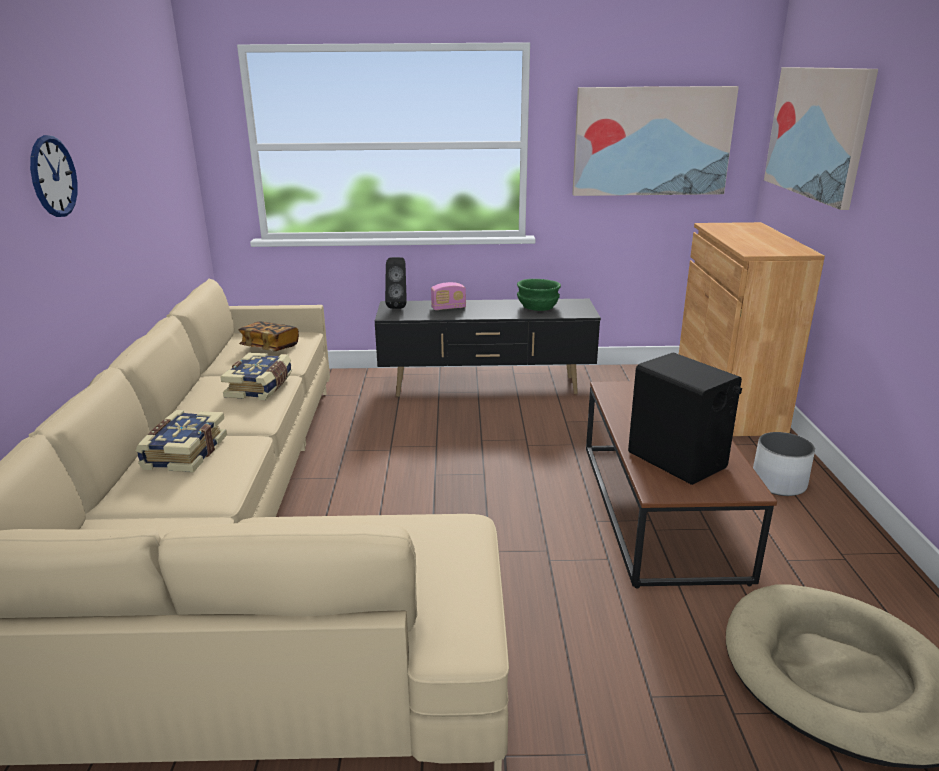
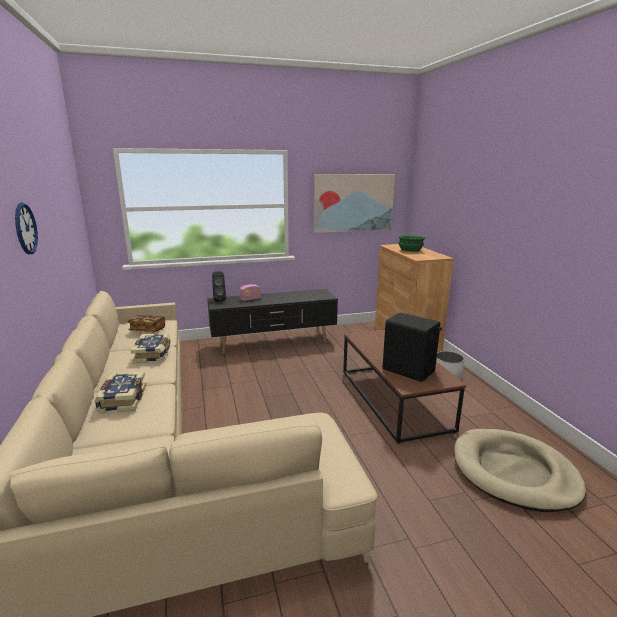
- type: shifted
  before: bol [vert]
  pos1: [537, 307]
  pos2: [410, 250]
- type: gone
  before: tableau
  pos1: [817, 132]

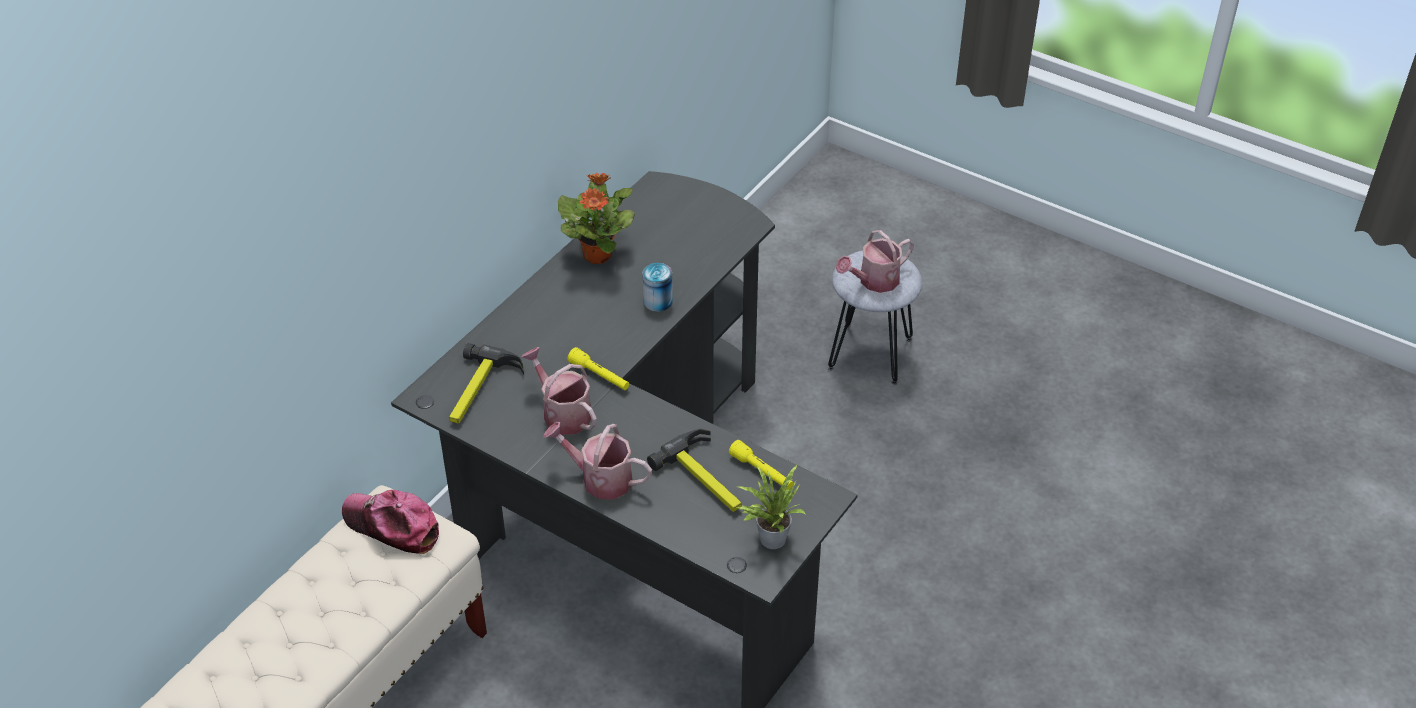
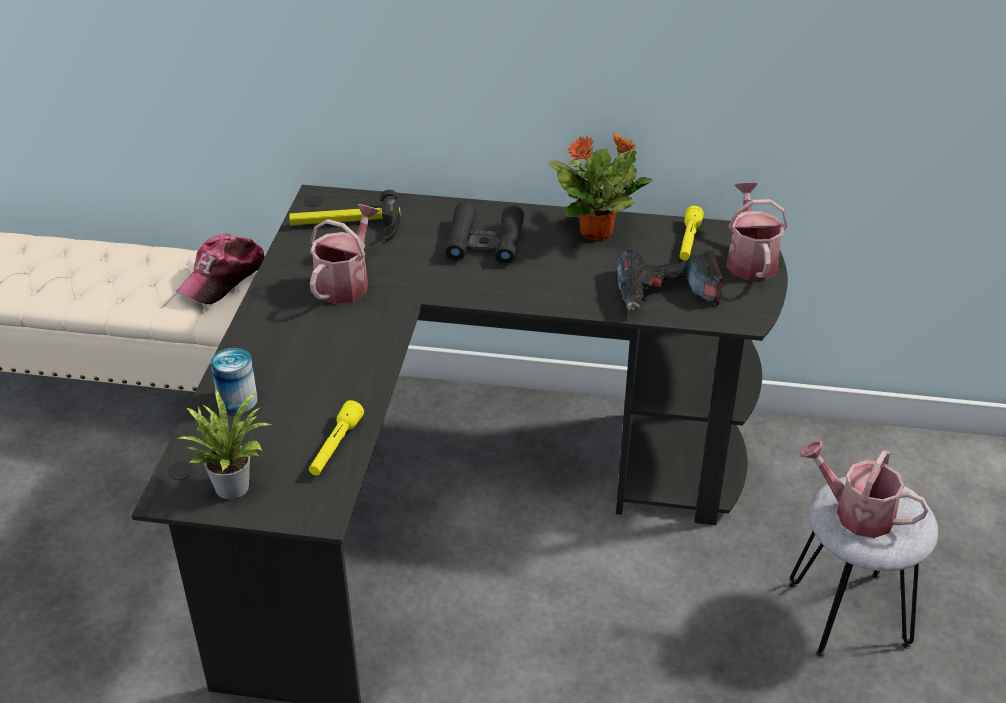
- type: rotated
  before: casquette
  pos1: [392, 526]
  pos2: [223, 277]
  turn: -150
- type: shifted
  before: arrosoir
  pos1: [600, 478]
  pos2: [750, 260]
- type: shifted
  before: lampe de poche [jaune]
  pos1: [599, 376]
  pos2: [688, 242]
- type: shifted
  before: boîte métallique
  pos1: [658, 301]
  pos2: [237, 400]
- type: gone
  before: marteau
  pos1: [706, 478]
- type: new
  after: jumelles [noir]
  pos2: [484, 243]
- type: new
  after: perceuse
  pos2: [666, 294]

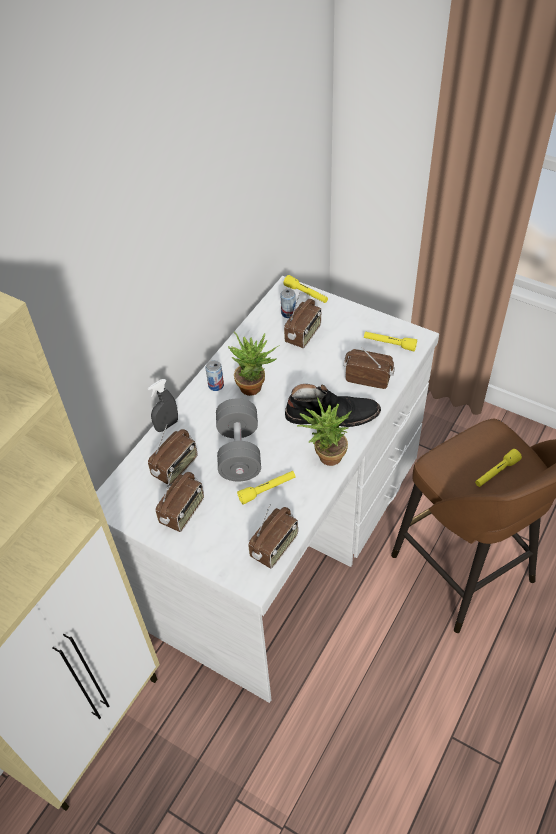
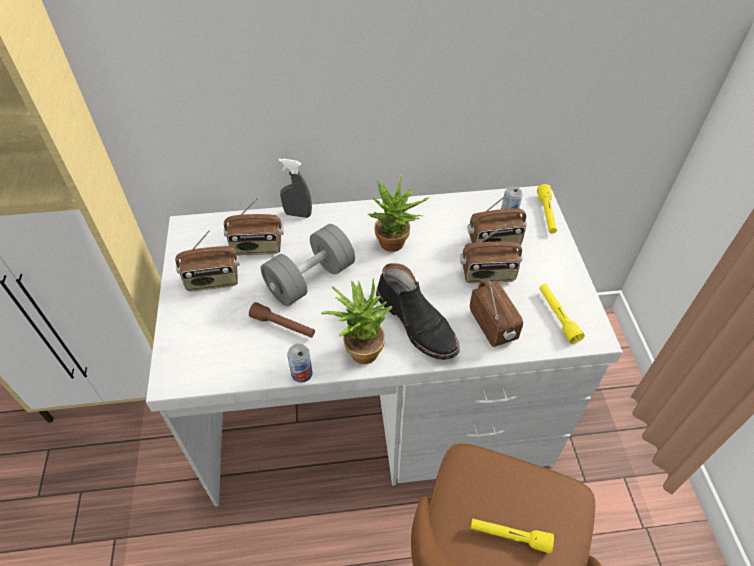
- type: shifted
  before: boîte métallique
  pos1: [216, 385]
  pos2: [302, 373]
- type: repainted
  before: lampe de poche [jaune]
  after: lampe de poche [marron]
  pos1: [267, 490]
  pos2: [283, 326]
- type: shifted
  before: radio
  pos1: [275, 547]
  pos2: [488, 274]

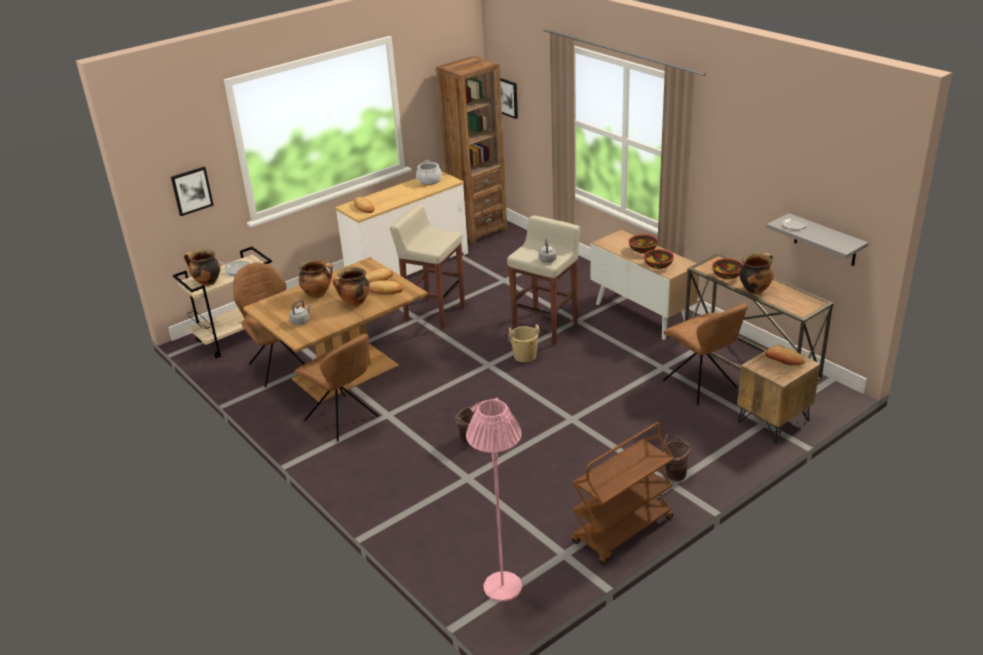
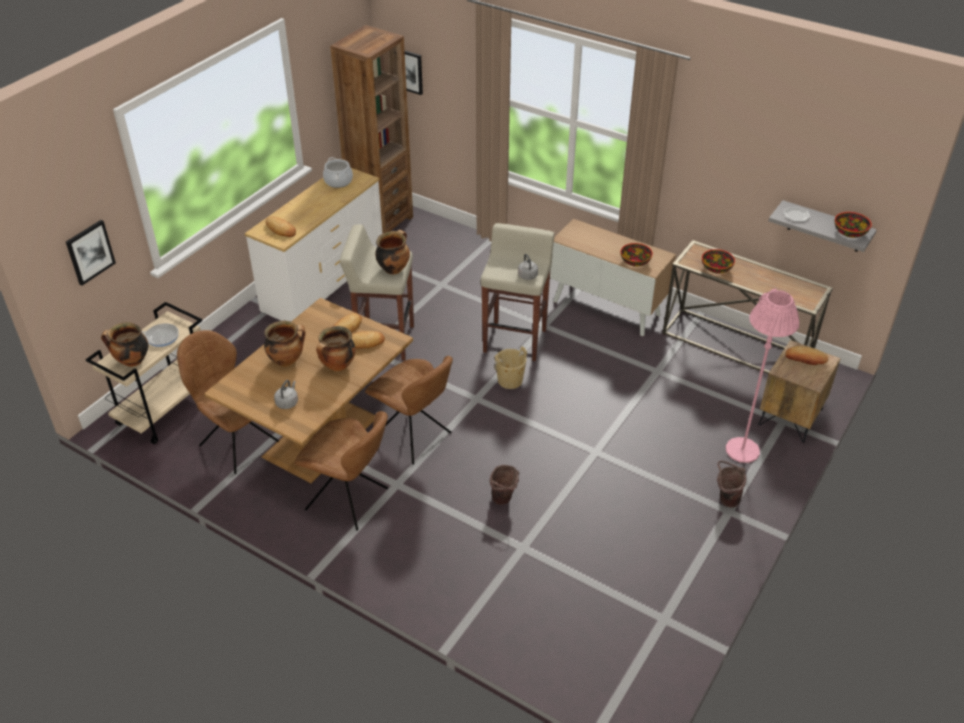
- type: shifted
  before: lampadaire [rose]
  pos1: [502, 587]
  pos2: [742, 450]
- type: gone
  before: chariot [marron]
  pos1: [622, 531]
- type: shifted
  before: bol
  pos1: [643, 250]
  pos2: [850, 232]
- type: shifted
  before: chaise [marron]
  pos1: [701, 385]
  pos2: [413, 437]
- type: shifted
  before: marmite
  pos1: [755, 289]
  pos2: [393, 268]

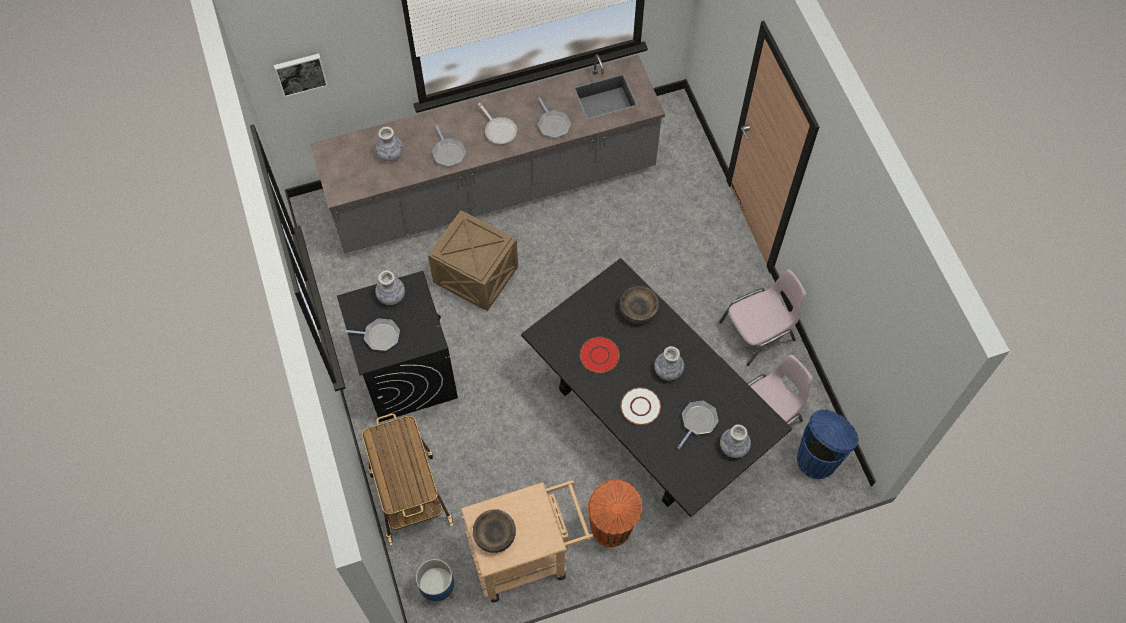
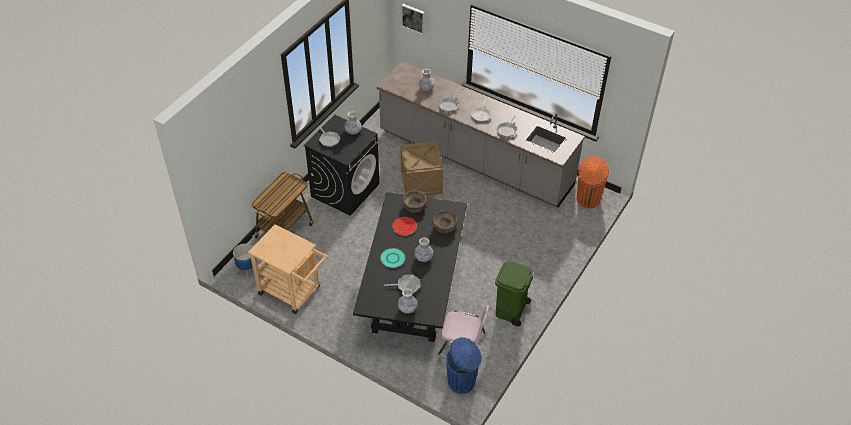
- type: shifted
  before: bol [marron]
  pos1: [495, 535]
  pos2: [414, 206]
- type: shifted
  before: poubelle [orange]
  pos1: [611, 528]
  pos2: [587, 200]
- type: repainted
  before: assiette [blanc]
  after: assiette [turquoise]
  pos1: [640, 406]
  pos2: [393, 258]
- type: swapped
  before: chaise [rose]
  after: poubelle [vert]
  pos1: [758, 331]
  pos2: [510, 310]

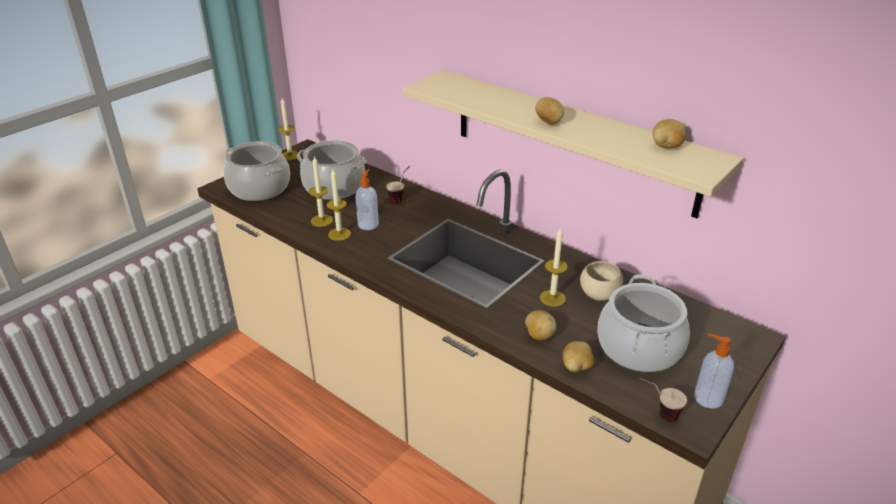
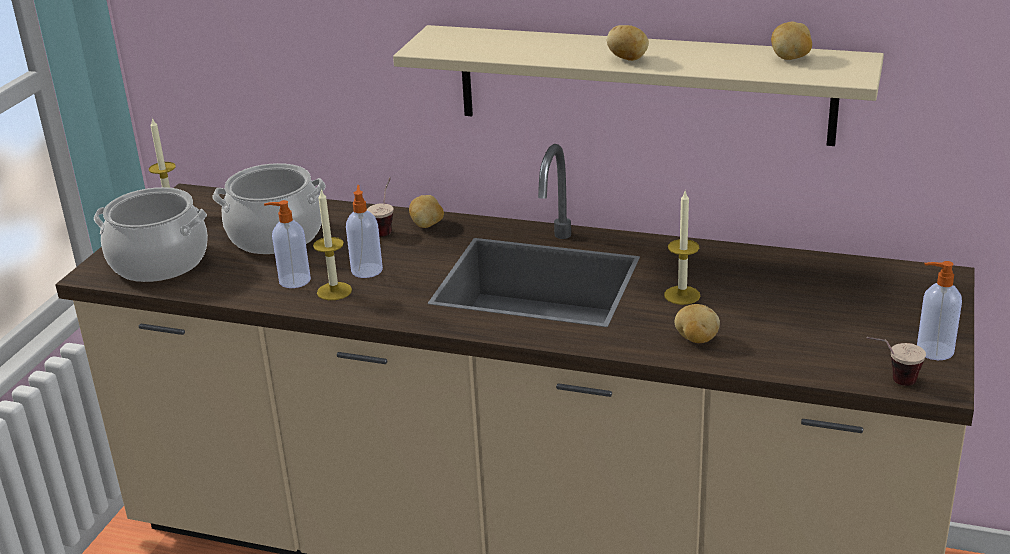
- type: swapped
  before: bougie
  after: distributeur de savon
  pos1: [322, 220]
  pos2: [293, 281]
- type: shifted
  before: pomme de terre
  pos1: [576, 367]
  pos2: [427, 225]
- type: gone
  before: bol [beige]
  pos1: [599, 294]
- type: gone
  before: marmite
  pos1: [639, 348]

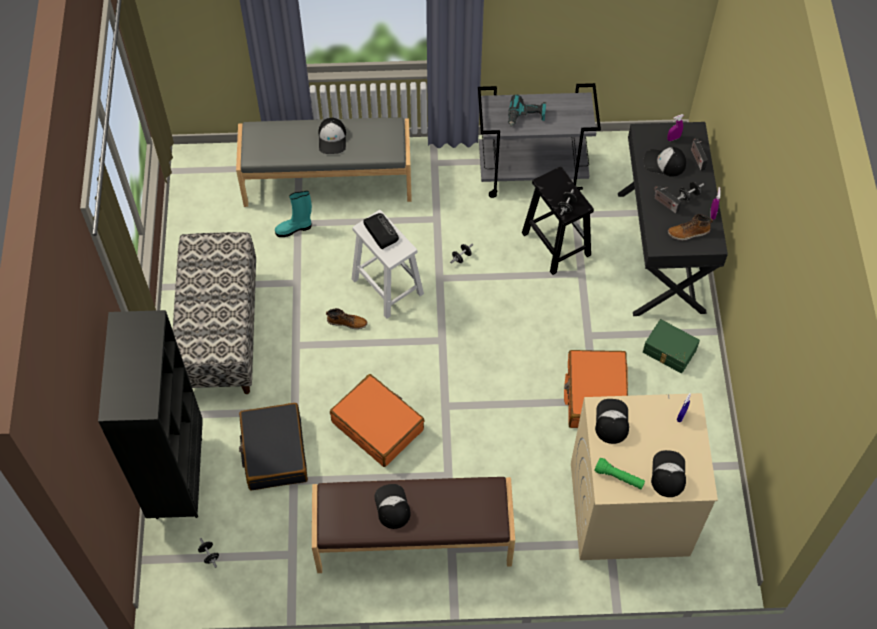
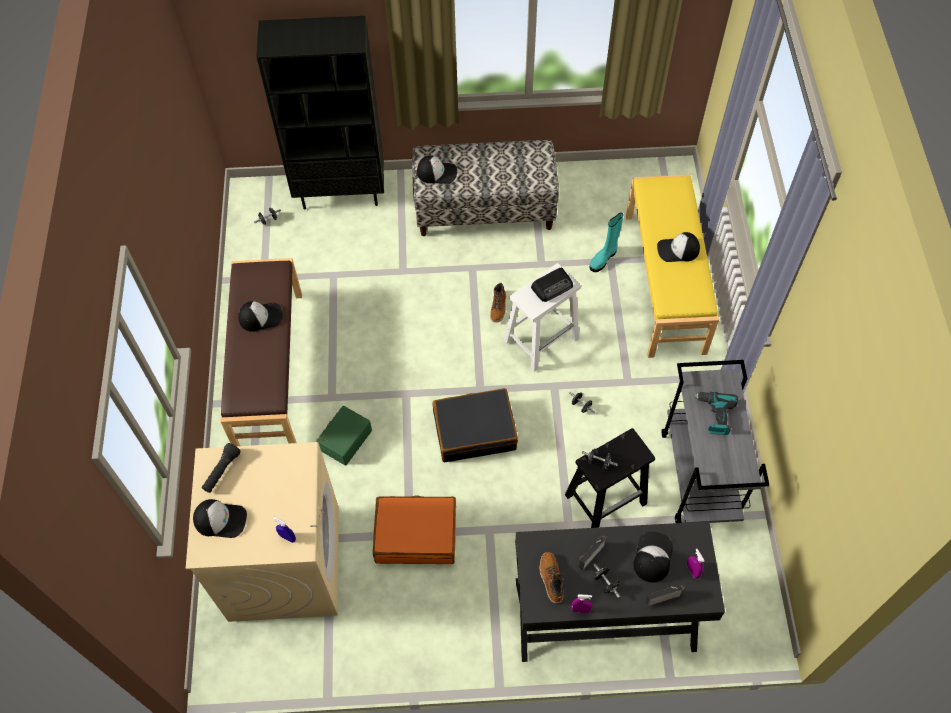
- type: repainted
  before: banc [gris]
  after: banc [jaune]
  pos1: [327, 180]
  pos2: [665, 282]
- type: shifted
  before: valise [noir]
  pos1: [274, 452]
  pos2: [474, 430]
- type: rotated
  before: botte [turquoise]
  pos1: [294, 228]
  pos2: [604, 258]
  turn: -120
- type: gone
  before: valise [orange]
  pos1: [378, 425]
- type: repainted
  before: lampe de poche [vert]
  after: lampe de poche [noir]
  pos1: [619, 477]
  pos2: [222, 471]
- type: shifted
  before: casquette
  pos1: [611, 421]
  pos2: [437, 172]
- type: shifted
  before: boîte de rangement [vert]
  pos1: [669, 352]
  pos2: [344, 439]

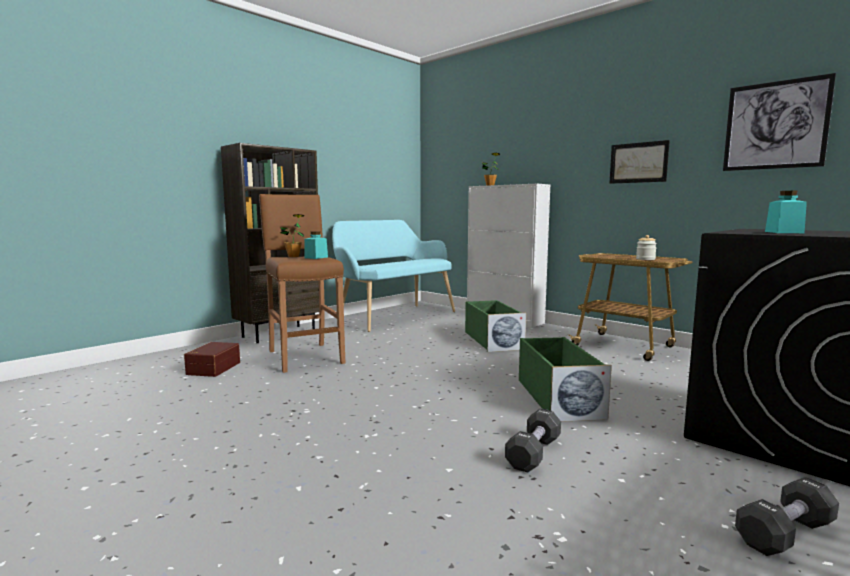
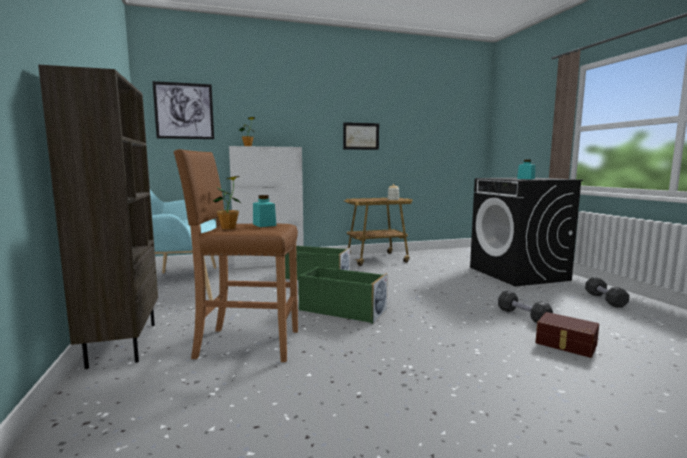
- type: shifted
  before: boîte de rangement [marron]
  pos1: [212, 368]
  pos2: [565, 344]
- type: shifted
  before: boîte de rangement [vert]
  pos1: [557, 398]
  pos2: [342, 310]
- type: shifted
  before: tableau
  pos1: [775, 125]
  pos2: [184, 111]

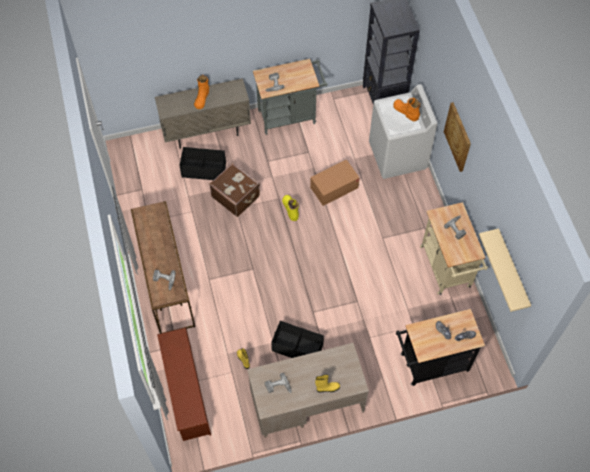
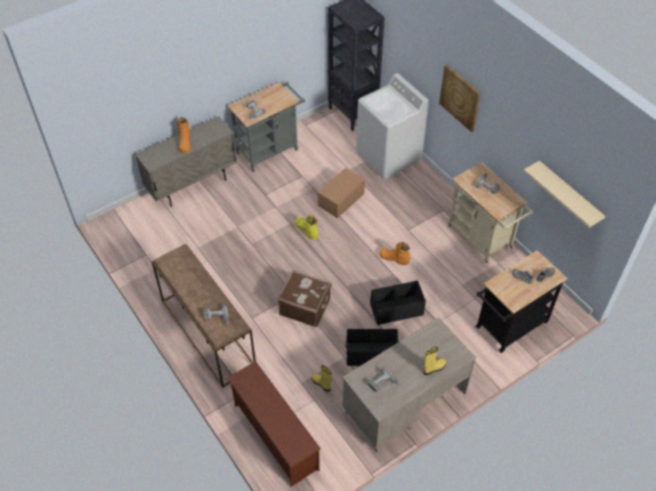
- type: shifted
  before: boîte de rangement [noir]
  pos1: [204, 170]
  pos2: [396, 309]
- type: shifted
  before: valise [marron]
  pos1: [236, 196]
  pos2: [305, 306]
- type: shifted
  before: botte [orange]
  pos1: [406, 112]
  pos2: [394, 258]

